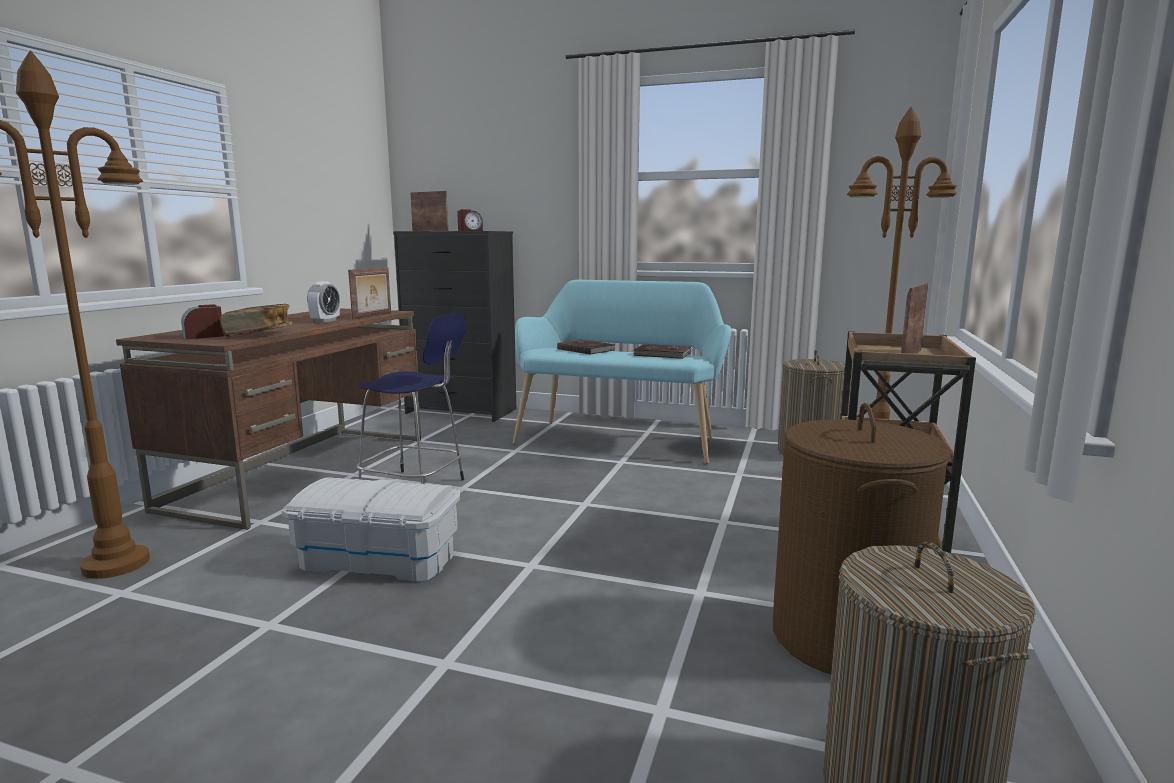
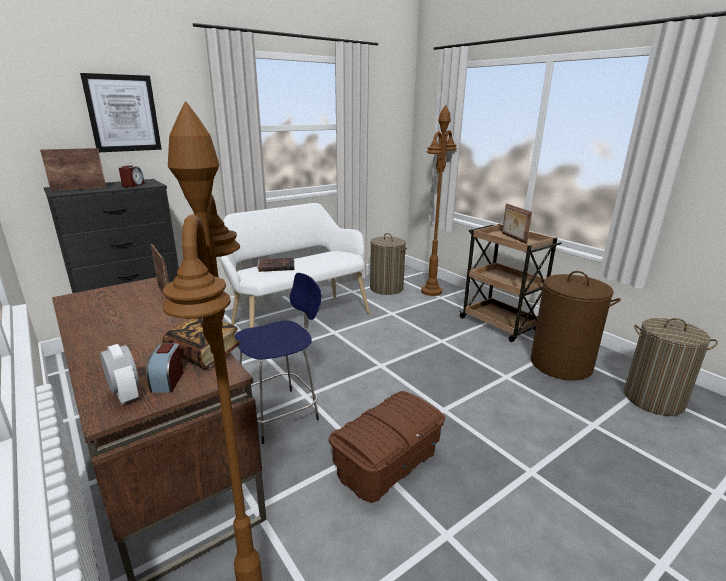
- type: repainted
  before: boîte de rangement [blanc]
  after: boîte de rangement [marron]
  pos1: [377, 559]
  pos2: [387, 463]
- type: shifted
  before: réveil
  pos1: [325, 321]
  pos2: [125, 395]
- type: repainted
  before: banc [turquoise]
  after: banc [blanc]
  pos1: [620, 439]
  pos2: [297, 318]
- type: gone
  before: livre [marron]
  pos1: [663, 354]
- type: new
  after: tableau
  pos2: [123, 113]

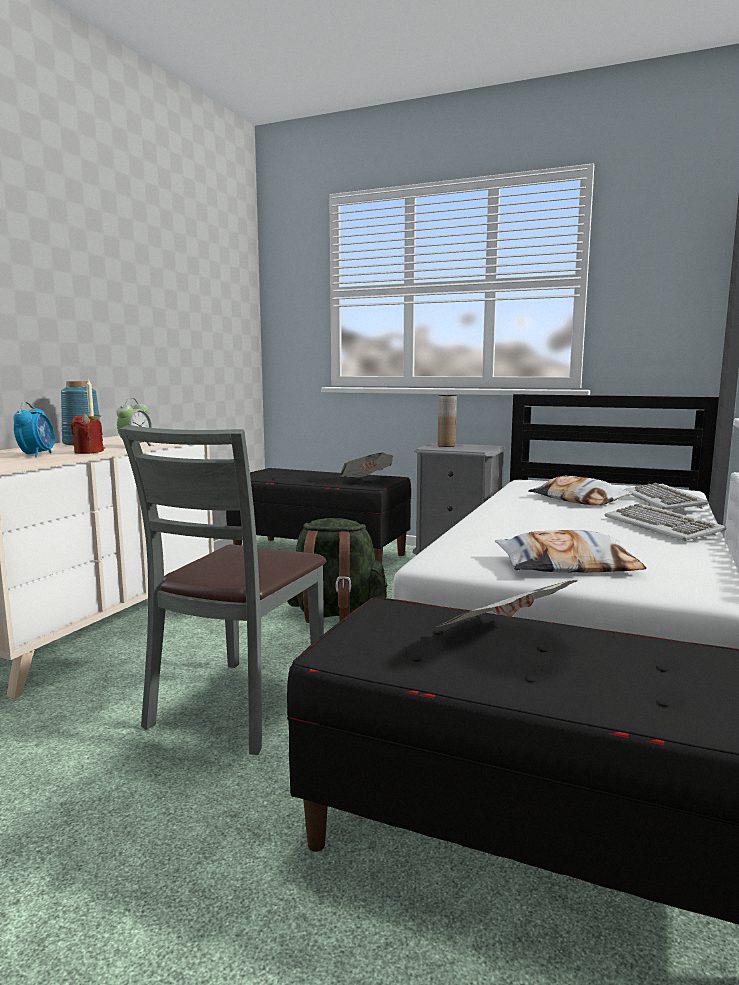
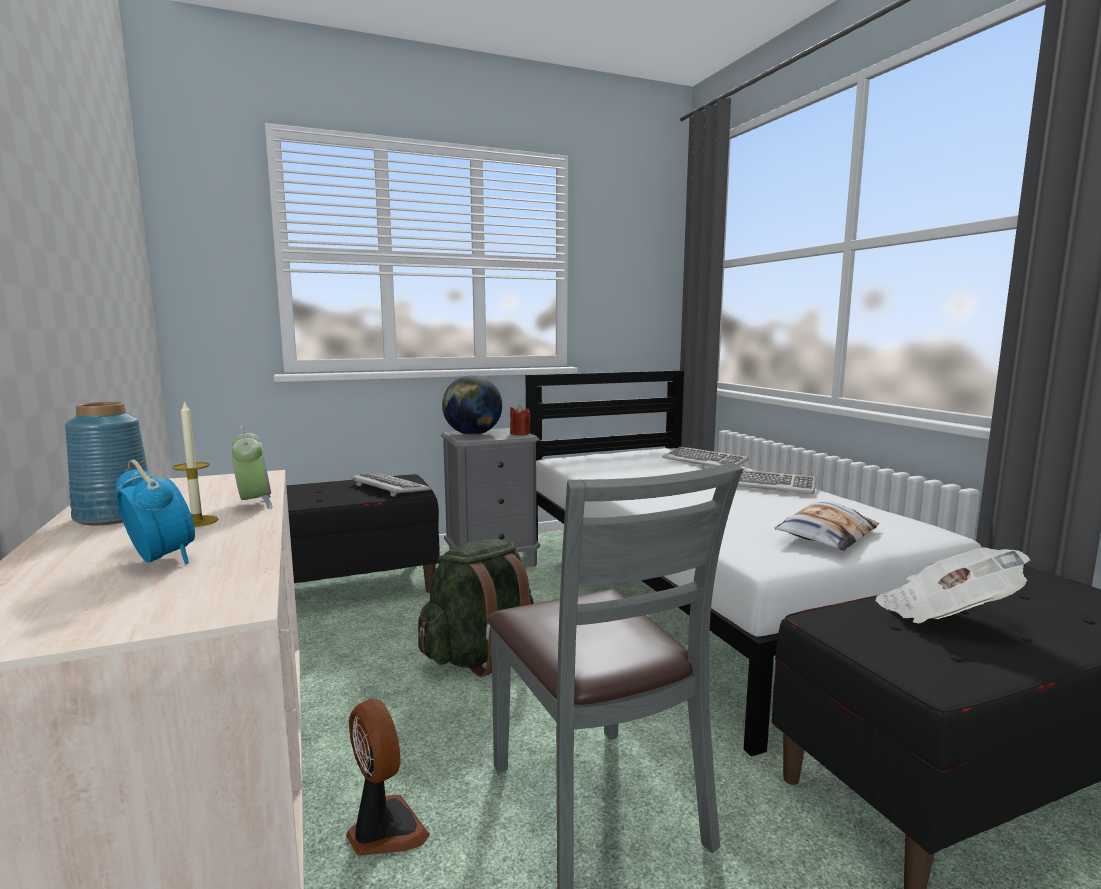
- type: shifted
  before: bougie [rouge]
  pos1: [88, 452]
  pos2: [520, 433]
- type: swapped
  before: journal
  after: clavier
  pos1: [366, 481]
  pos2: [389, 487]
- type: swapped
  before: vase [marron]
  after: globe
  pos1: [446, 446]
  pos2: [472, 434]
- type: gone
  before: coussin
  pos1: [578, 500]
- type: new
  after: ventilateur
  pos2: [383, 831]

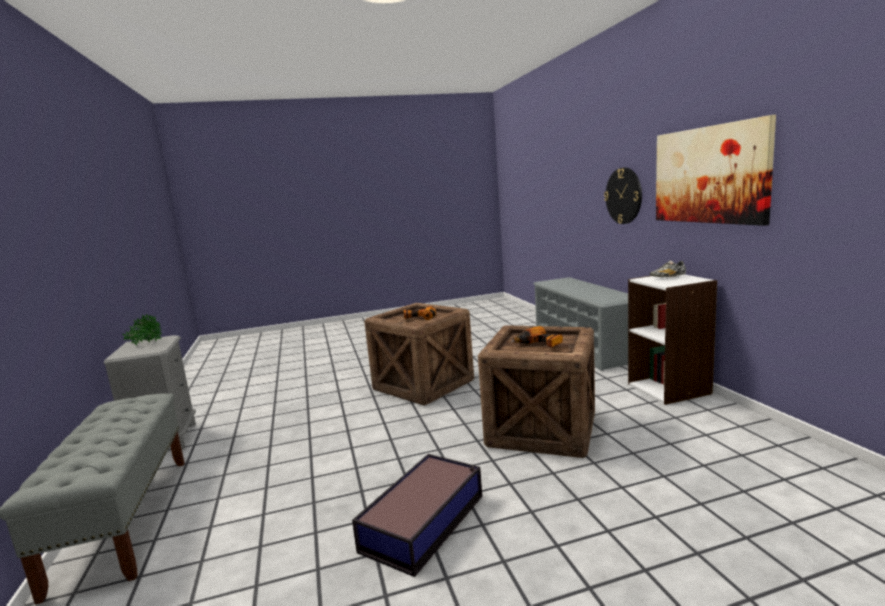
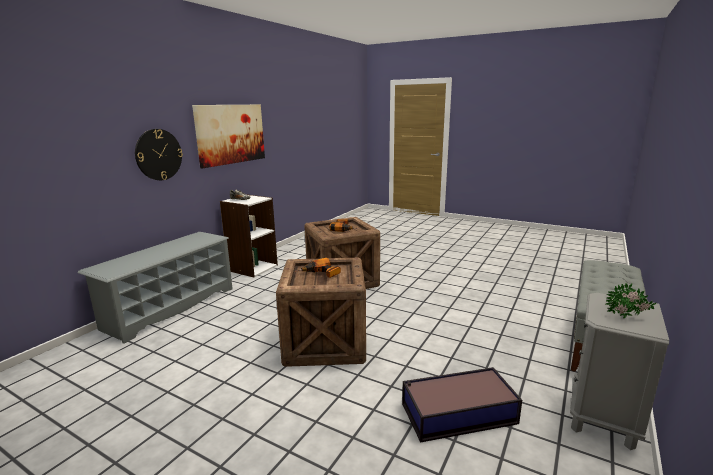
- type: shifted
  before: boîte de rangement
  pos1: [425, 521]
  pos2: [457, 413]

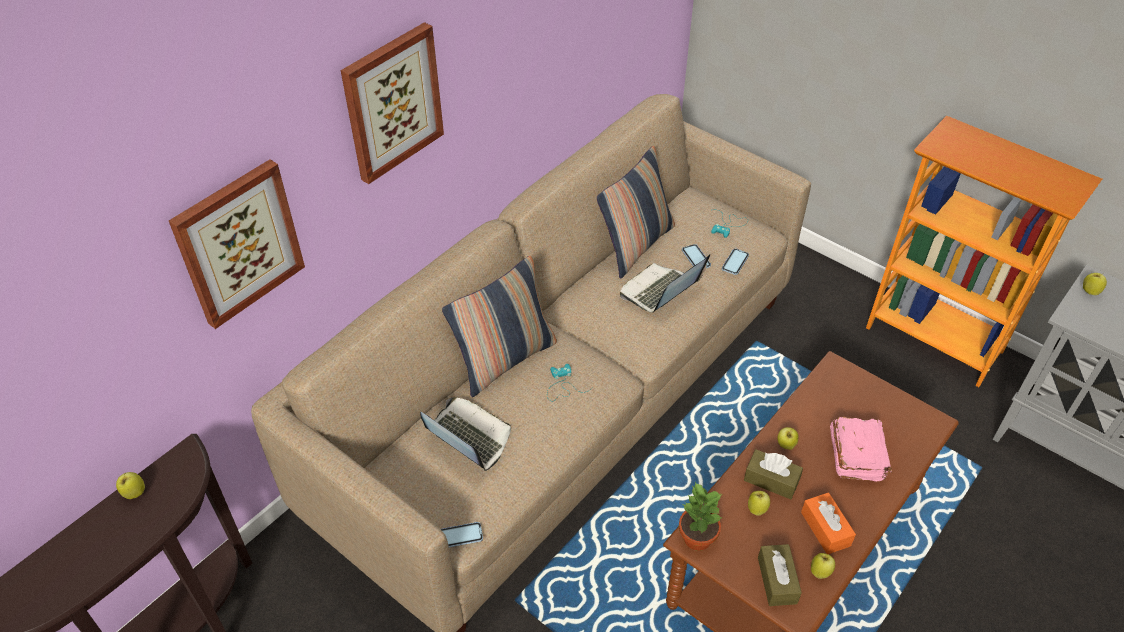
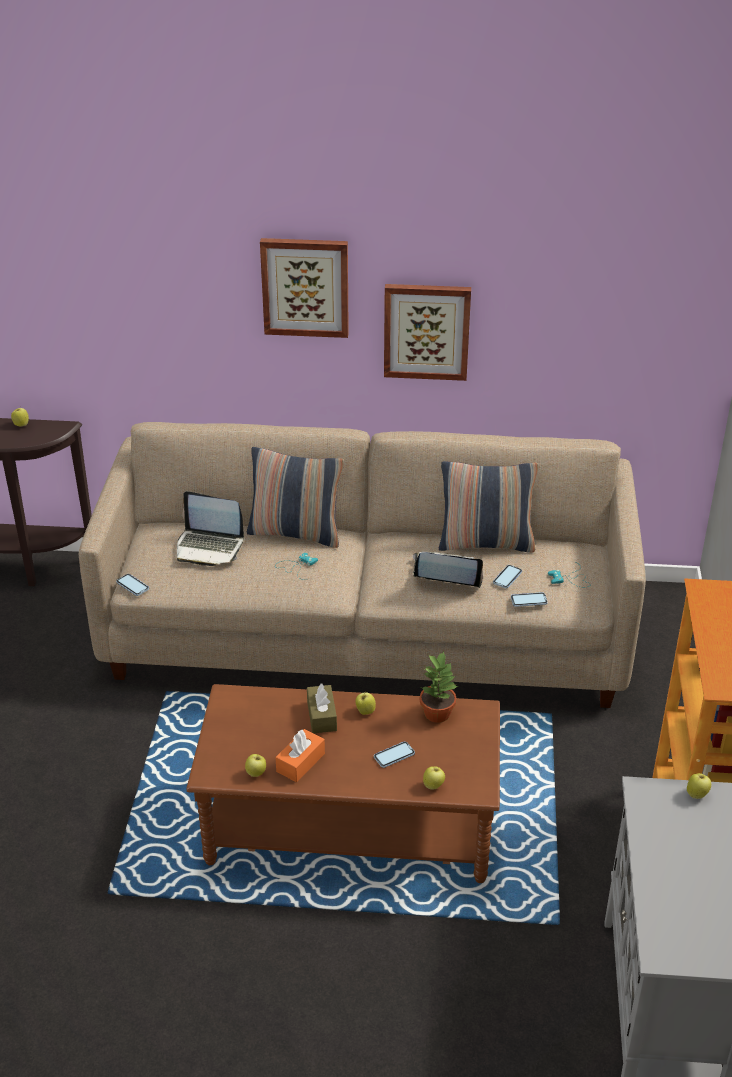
- type: shifted
  before: tableau
  pos1: [238, 243]
  pos2: [426, 331]
- type: rotated
  before: ordinateur portable
  pos1: [467, 437]
  pos2: [209, 547]
  turn: 105
- type: shifted
  before: plante en pot
  pos1: [696, 537]
  pos2: [437, 713]
- type: shifted
  before: pomme
  pos1: [757, 509]
  pos2: [433, 785]
- type: gone
  before: boîte à mouchoirs [marron]
  pos1: [777, 580]
- type: swapped
  before: livre [rose]
  after: téléphone
  pos1: [857, 455]
  pos2: [394, 755]

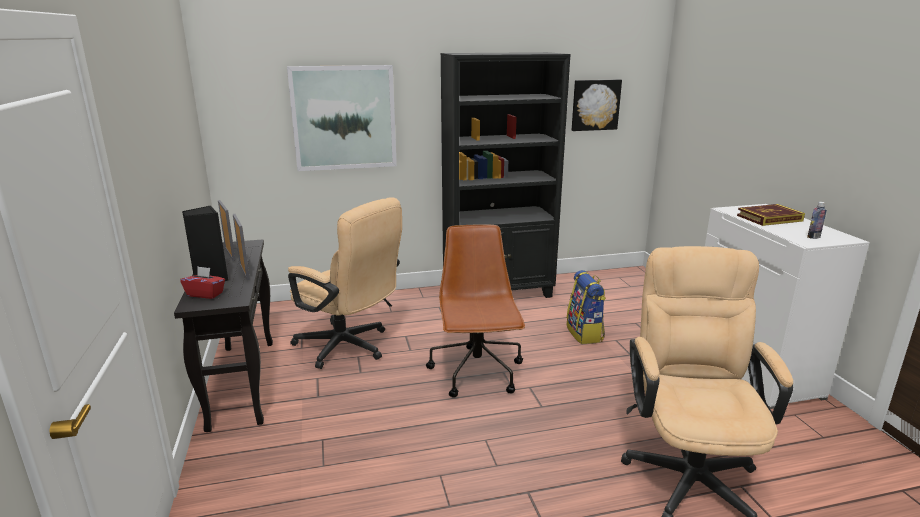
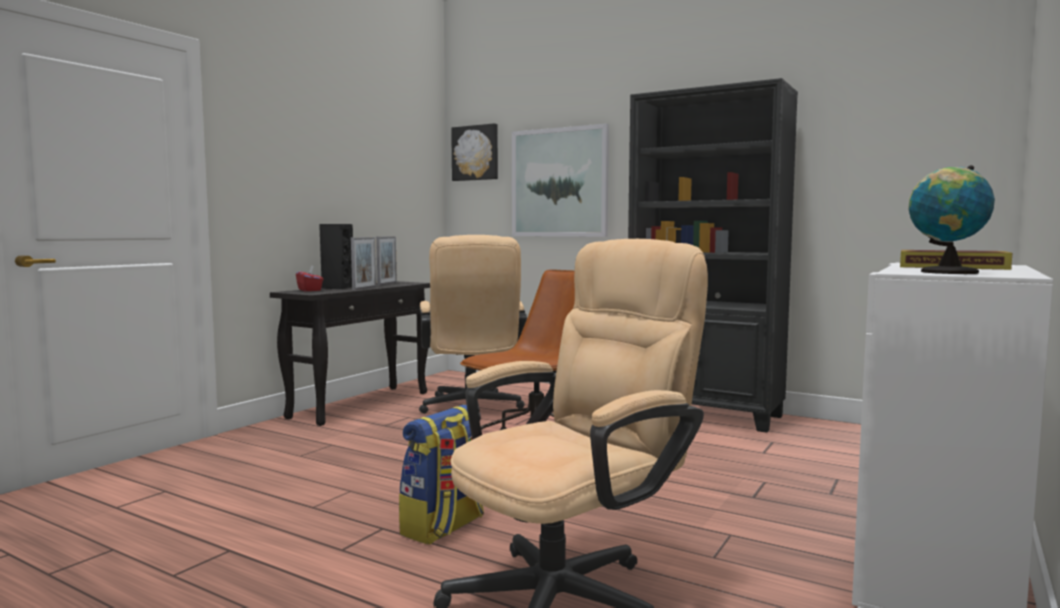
- type: shifted
  before: sac à dos
  pos1: [585, 334]
  pos2: [443, 527]
- type: shifted
  before: tableau
  pos1: [595, 105]
  pos2: [476, 153]
- type: swapped
  before: bouteille
  after: globe
  pos1: [813, 237]
  pos2: [944, 272]

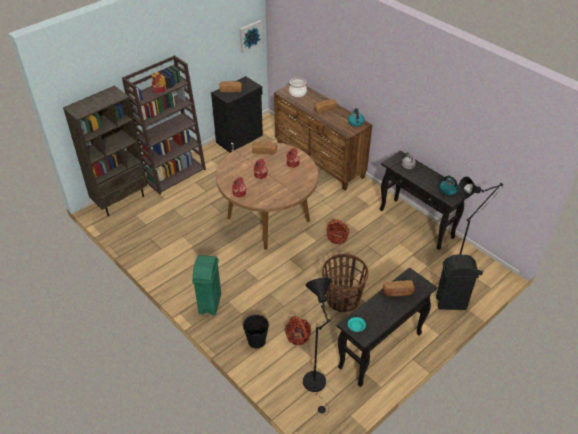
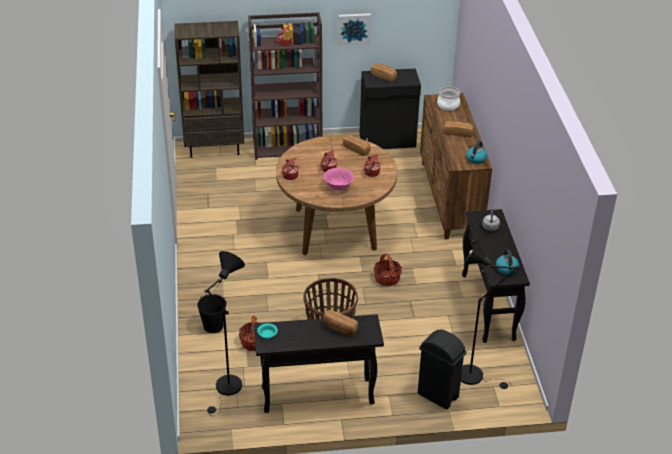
- type: gone
  before: poubelle [vert]
  pos1: [209, 304]
- type: shifted
  before: tableau
  pos1: [250, 36]
  pos2: [354, 28]
- type: new
  after: bol [rose]
  pos2: [338, 187]

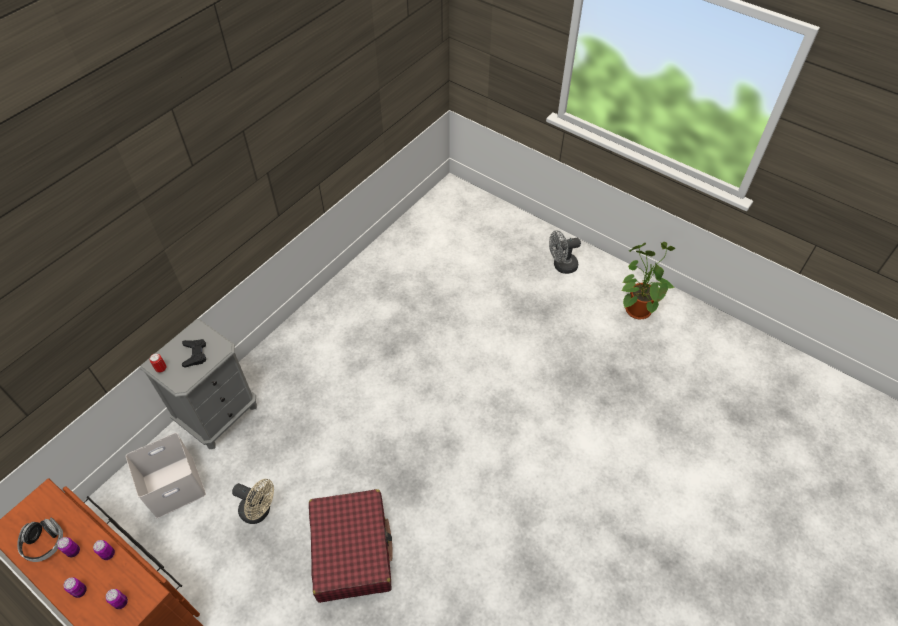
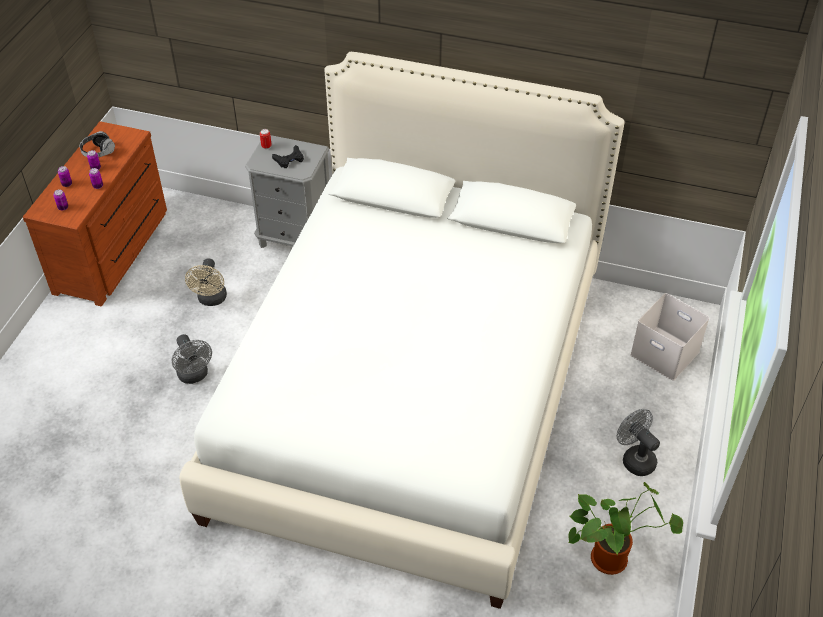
- type: shifted
  before: boîte de rangement [blanc]
  pos1: [175, 484]
  pos2: [666, 353]
- type: swapped
  before: valise [rouge]
  after: ventilateur [gris]
  pos1: [352, 550]
  pos2: [194, 376]
- type: new
  after: lit [blanc]
  pos2: [412, 393]

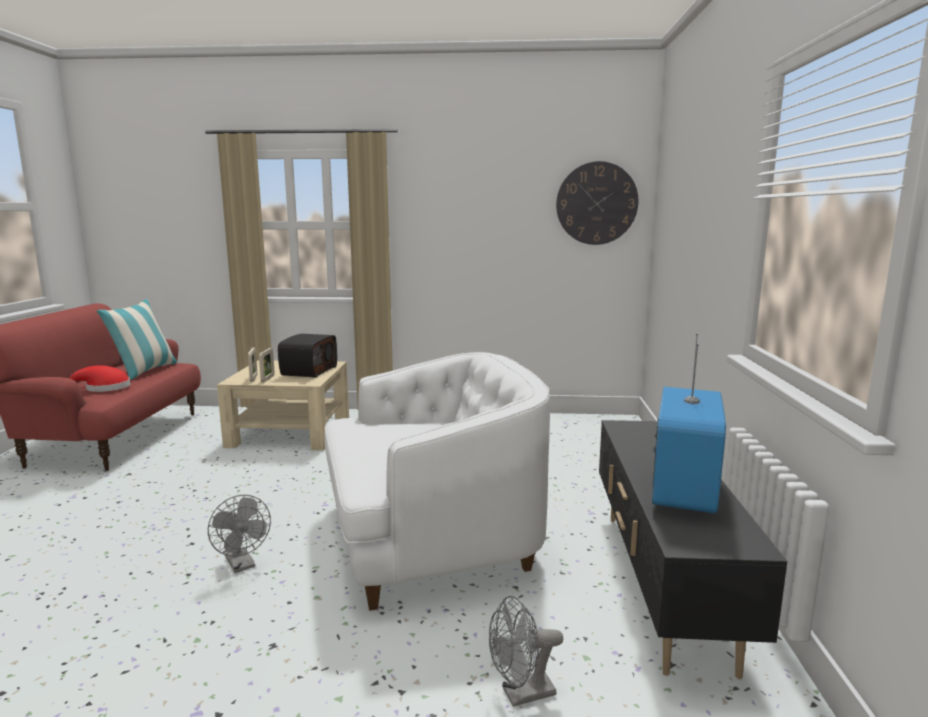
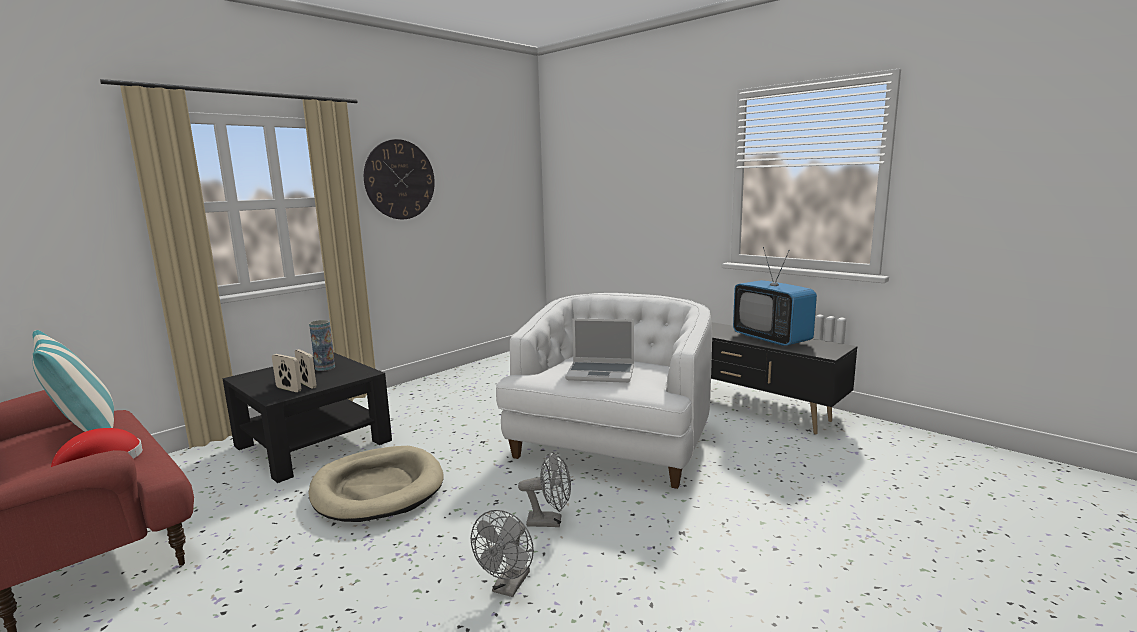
- type: repainted
  before: table basse [beige]
  after: table basse [noir]
  pos1: [290, 431]
  pos2: [313, 443]
- type: swapped
  before: radio
  after: vase
  pos1: [308, 370]
  pos2: [325, 368]
- type: shifted
  before: ventilateur [gris]
  pos1: [521, 694]
  pos2: [508, 587]
- type: shifted
  before: horloge murale
  pos1: [596, 203]
  pos2: [400, 179]
- type: new
  after: panier pour chien [beige]
  pos2: [378, 488]
- type: new
  after: ordinateur portable
  pos2: [601, 373]

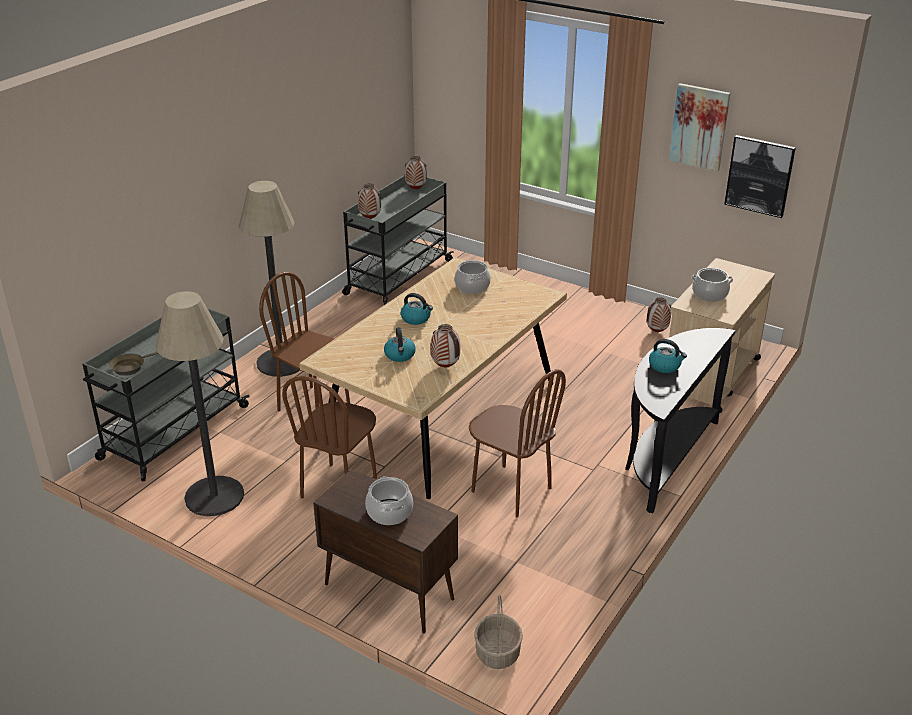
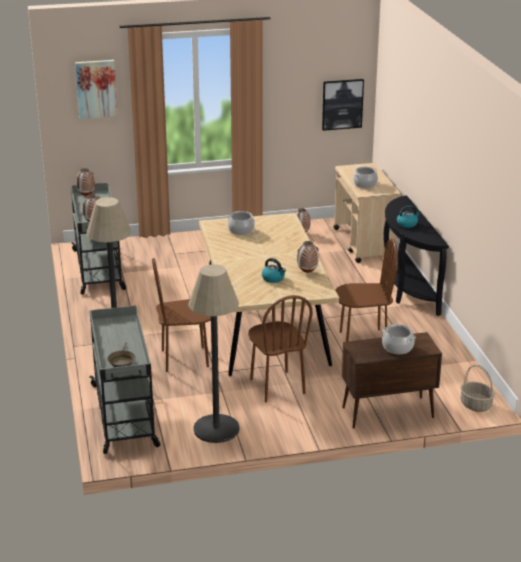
- type: gone
  before: bouilloire
  pos1: [416, 318]
- type: shifted
  before: tableau
  pos1: [699, 126]
  pos2: [96, 89]

